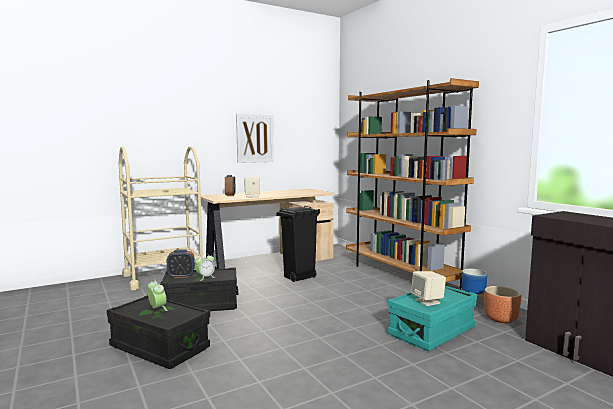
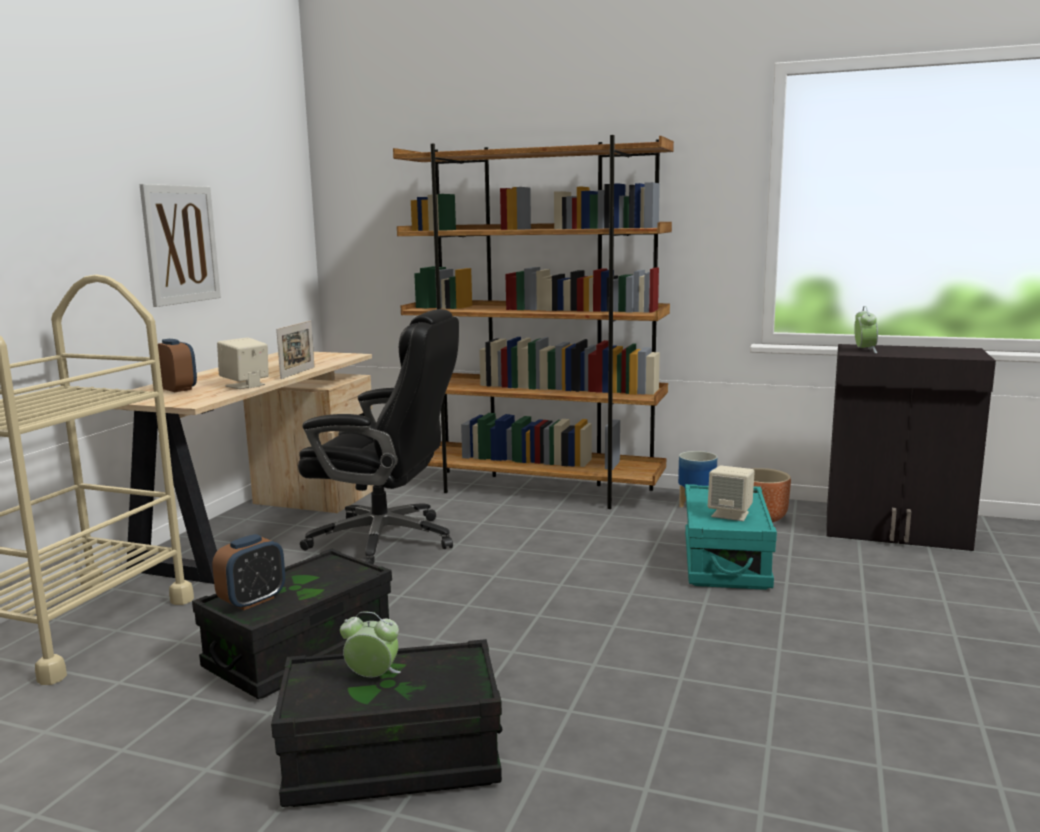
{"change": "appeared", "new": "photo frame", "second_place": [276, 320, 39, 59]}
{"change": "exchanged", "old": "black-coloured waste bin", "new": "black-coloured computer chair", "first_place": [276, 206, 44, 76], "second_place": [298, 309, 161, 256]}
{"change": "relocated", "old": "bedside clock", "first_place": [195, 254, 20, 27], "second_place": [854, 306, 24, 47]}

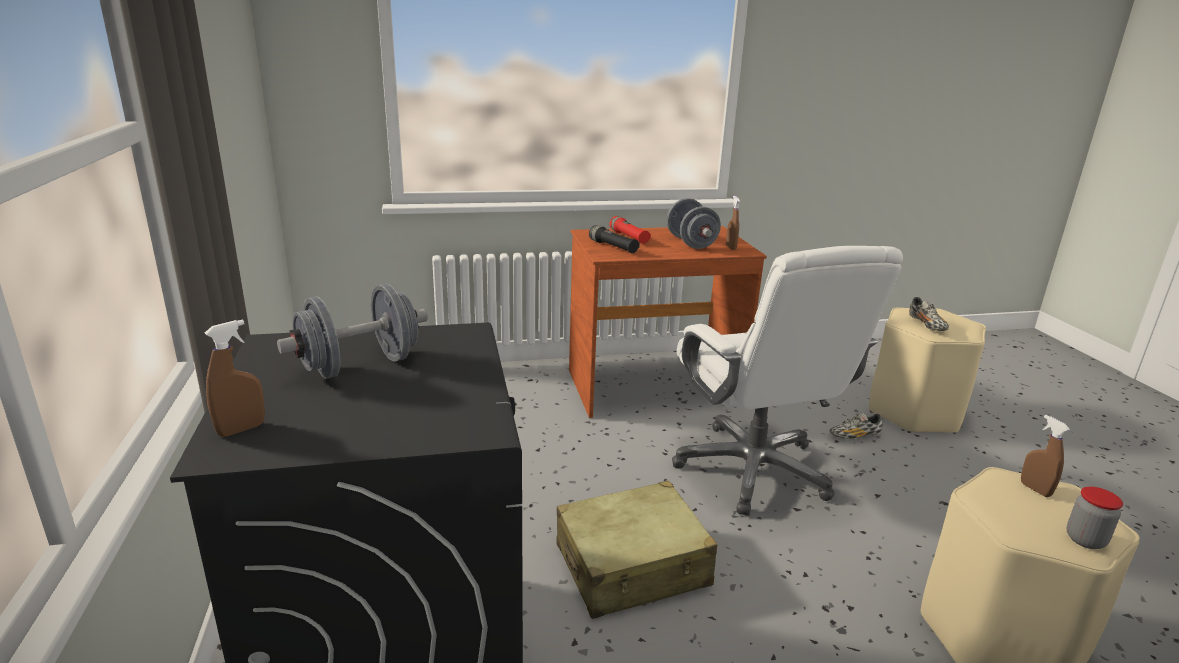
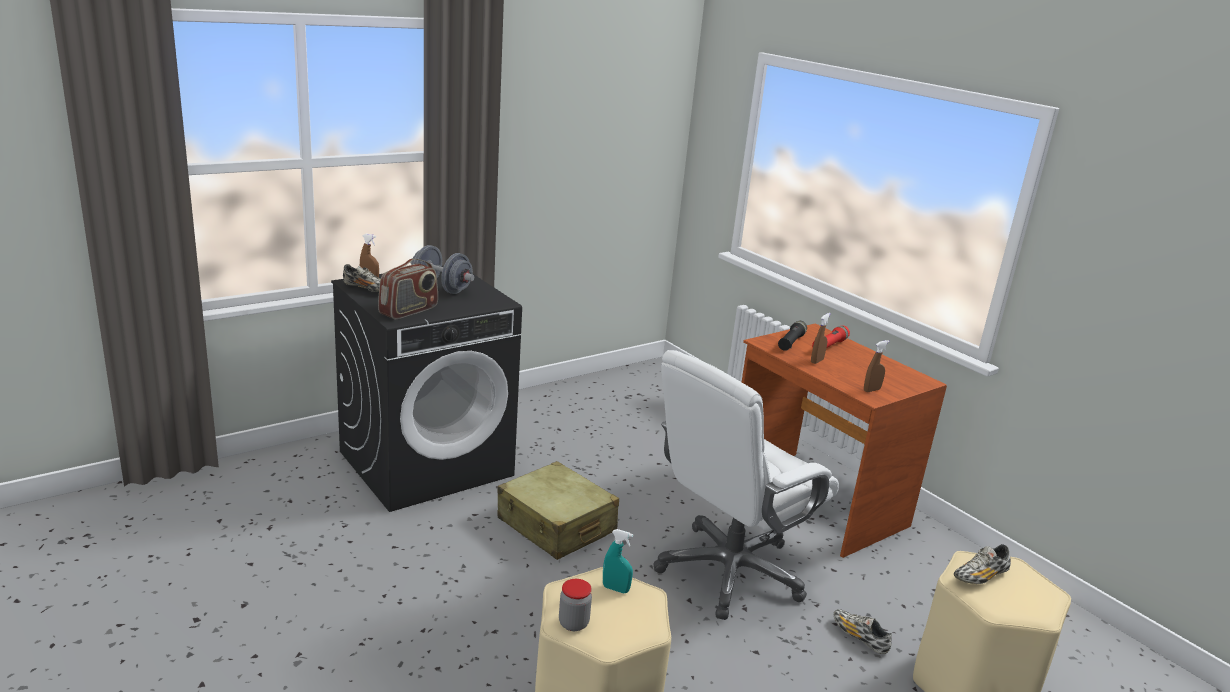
{"change": "appeared", "new": "low shoe", "second_place": [343, 264, 37, 28]}
{"change": "appeared", "new": "radio set", "second_place": [378, 259, 60, 60]}
{"change": "appeared", "new": "blue-green hand sprayer", "second_place": [603, 529, 30, 64]}
{"change": "relocated", "old": "brown-coloured hand sprayer", "first_place": [1021, 415, 49, 82], "second_place": [811, 313, 20, 51]}
{"change": "missing", "old": "grey hand weight", "first_place": [666, 198, 55, 51]}

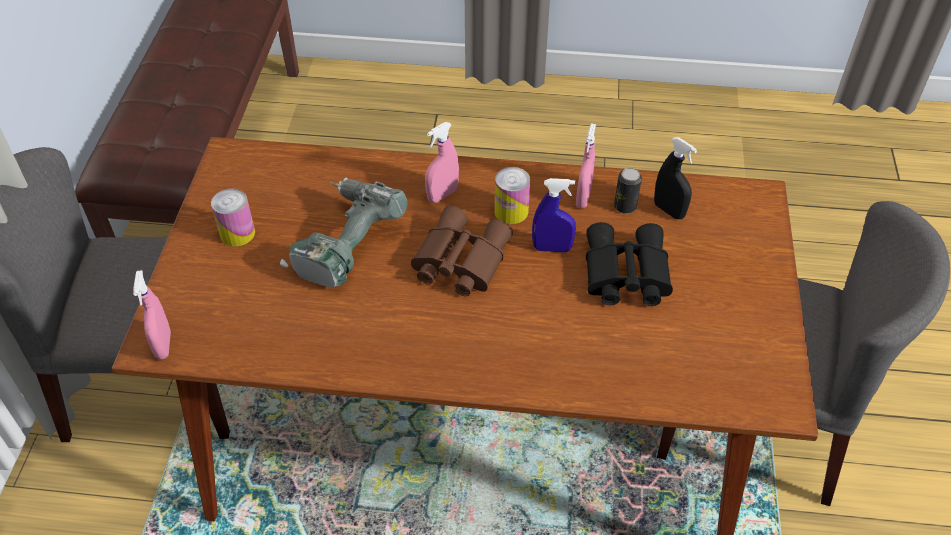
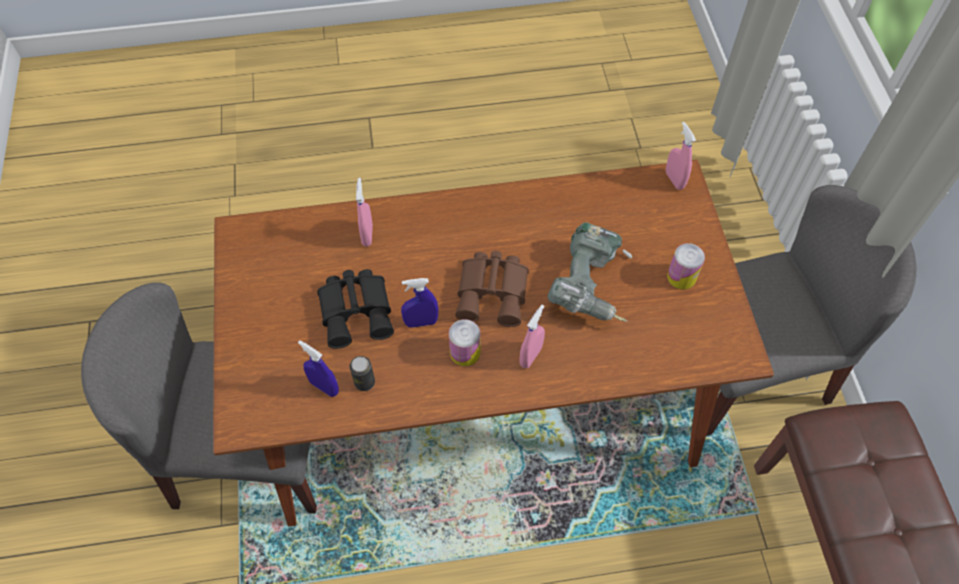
{"change": "colour", "old": "black-coloured hand sprayer", "new": "blue-coloured hand sprayer", "first_place": [654, 137, 43, 82], "second_place": [298, 340, 41, 57]}
{"change": "relocated", "old": "pinkish hand sprayer", "first_place": [576, 123, 20, 85], "second_place": [356, 178, 17, 69]}

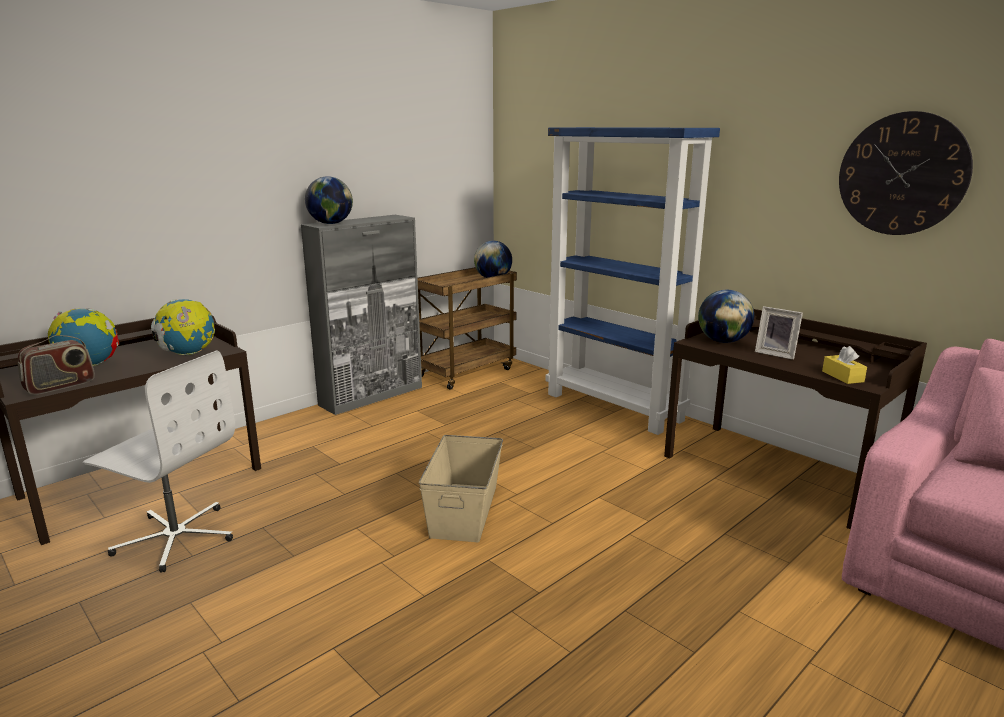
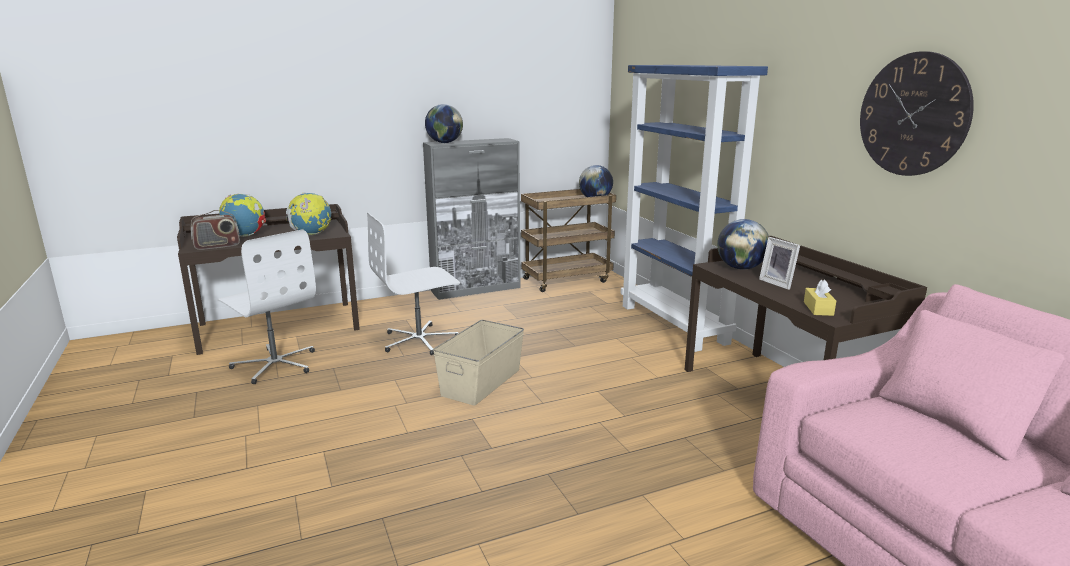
{"change": "appeared", "new": "white computer chair", "second_place": [367, 212, 93, 143]}

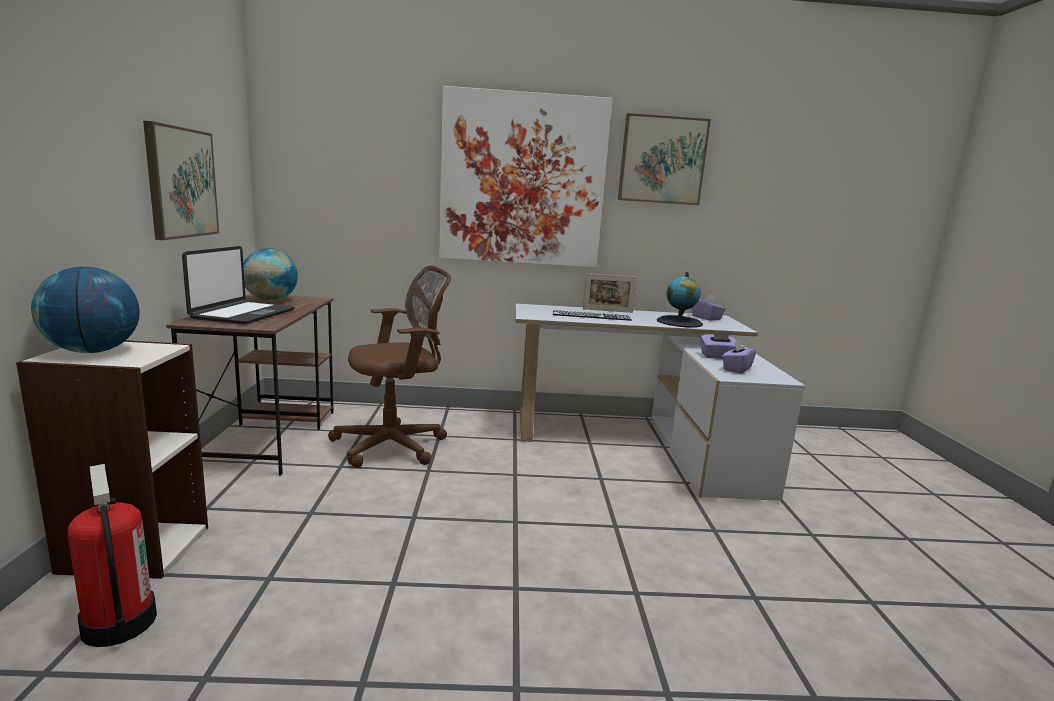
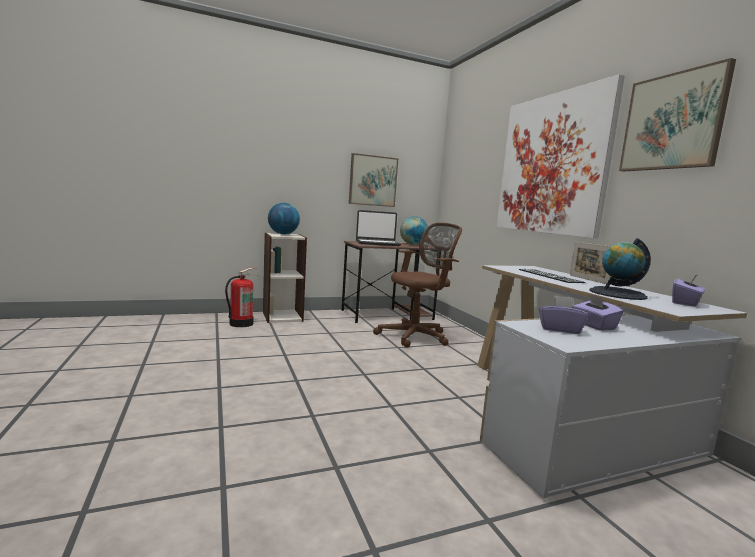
{"change": "spun", "old": "brown-coloured computer chair", "first_place": [328, 266, 123, 202], "second_place": [373, 223, 89, 125], "degrees": -75}

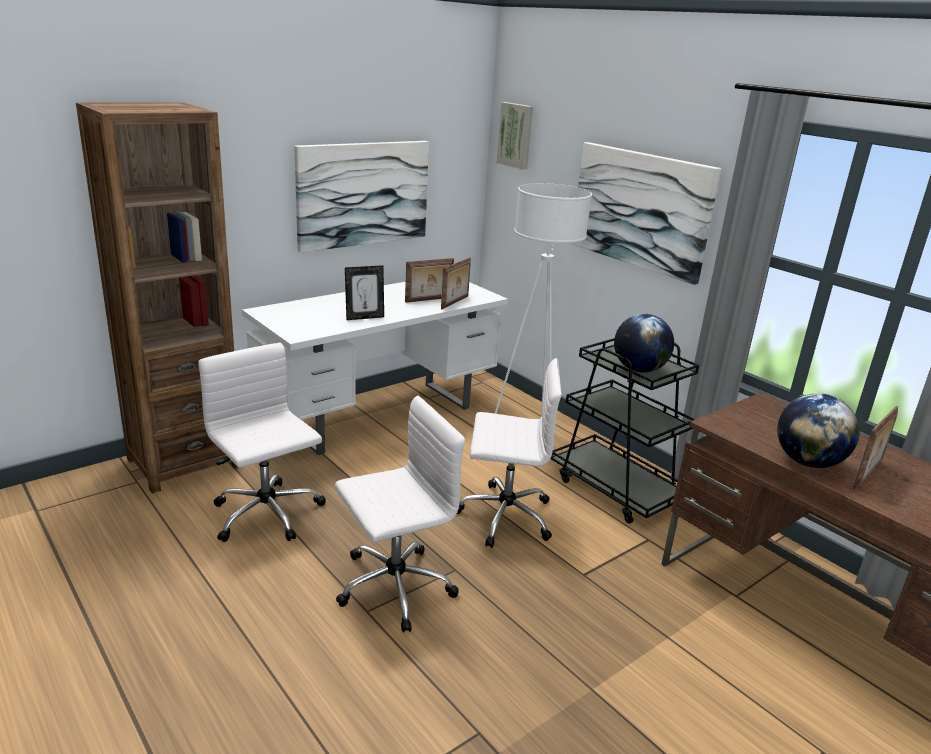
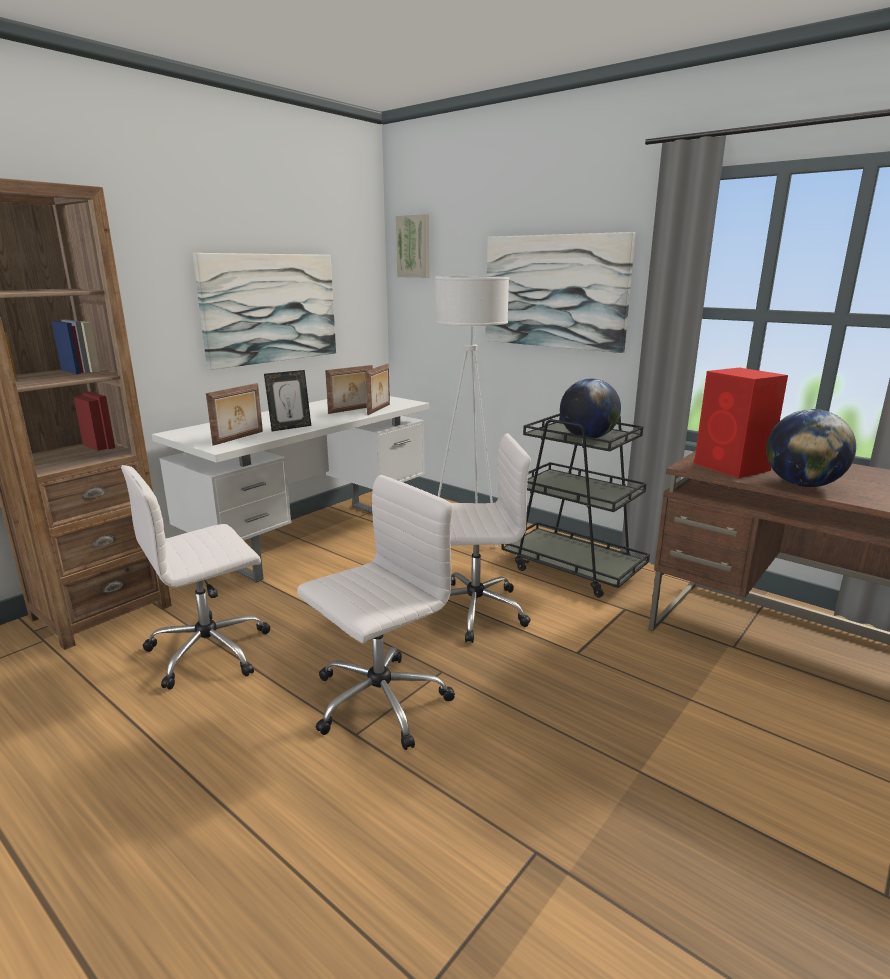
{"change": "spun", "old": "white computer chair", "first_place": [198, 343, 128, 199], "second_place": [121, 465, 149, 225], "degrees": -75}
{"change": "relocated", "old": "photo frame", "first_place": [852, 406, 46, 83], "second_place": [206, 383, 57, 63]}
{"change": "appeared", "new": "reddish speaker", "second_place": [694, 368, 94, 110]}

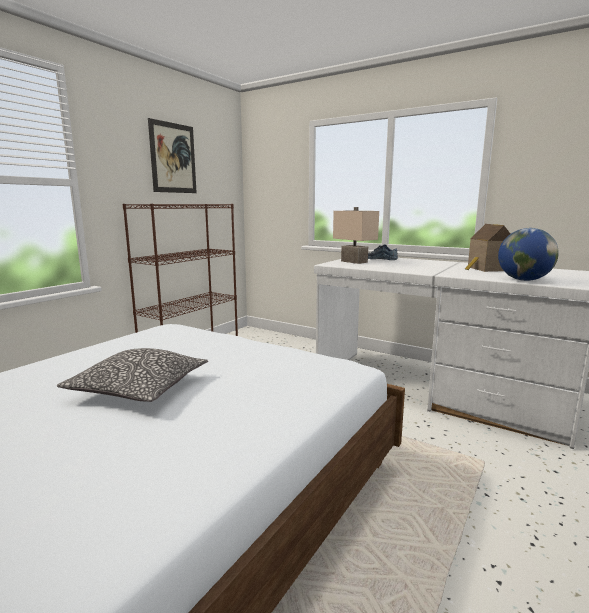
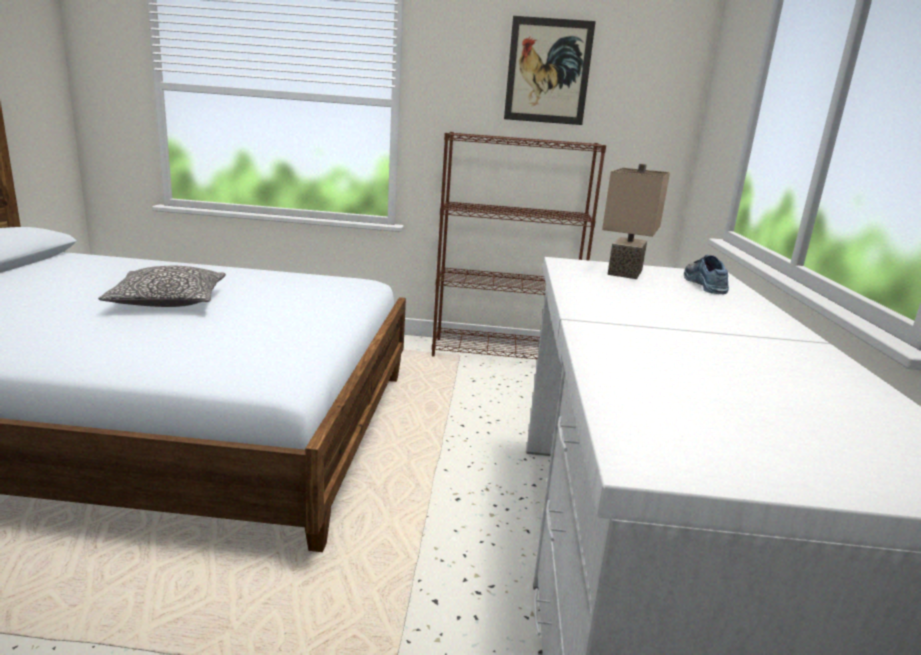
{"change": "missing", "old": "model house", "first_place": [465, 224, 45, 48]}
{"change": "missing", "old": "globe", "first_place": [498, 228, 61, 53]}

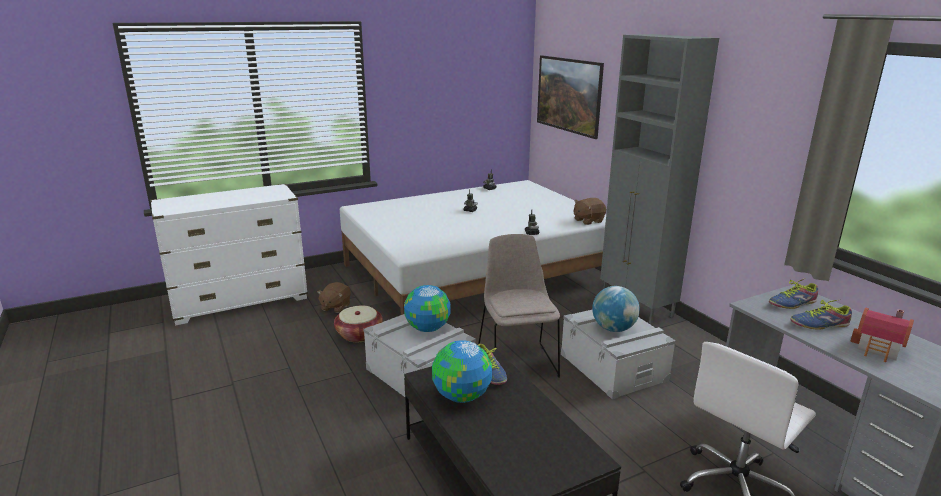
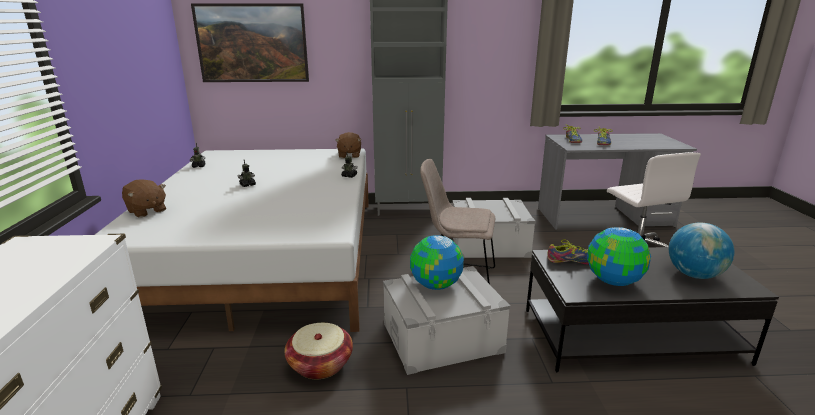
{"change": "relocated", "old": "brown-coloured plush toy", "first_place": [317, 282, 34, 31], "second_place": [122, 179, 44, 38]}
{"change": "relocated", "old": "globe", "first_place": [592, 286, 48, 46], "second_place": [669, 223, 65, 56]}
{"change": "missing", "old": "model house", "first_place": [850, 308, 64, 54]}

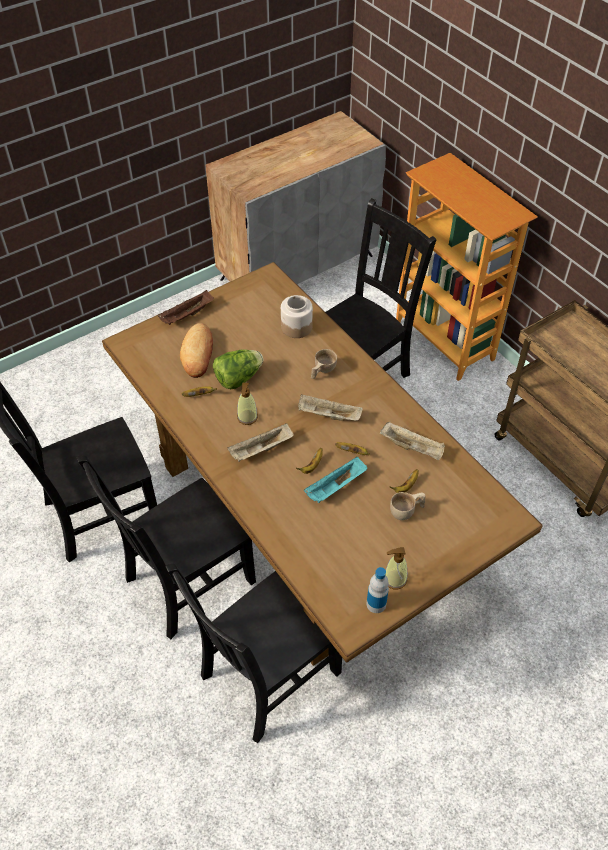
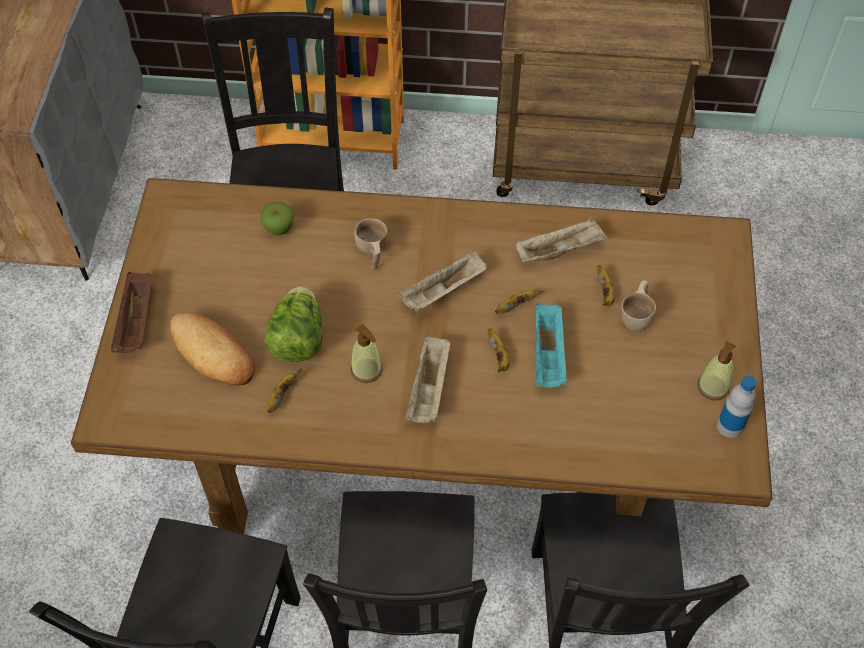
{"change": "exchanged", "old": "storage jar", "new": "apple fruit", "first_place": [281, 295, 32, 43], "second_place": [261, 202, 33, 33]}

